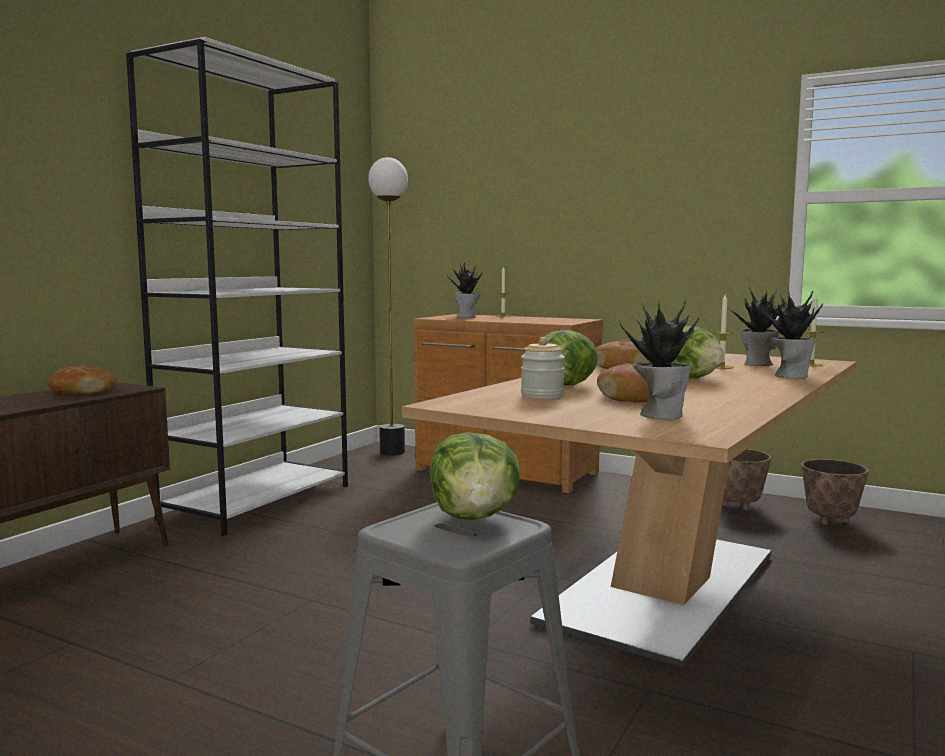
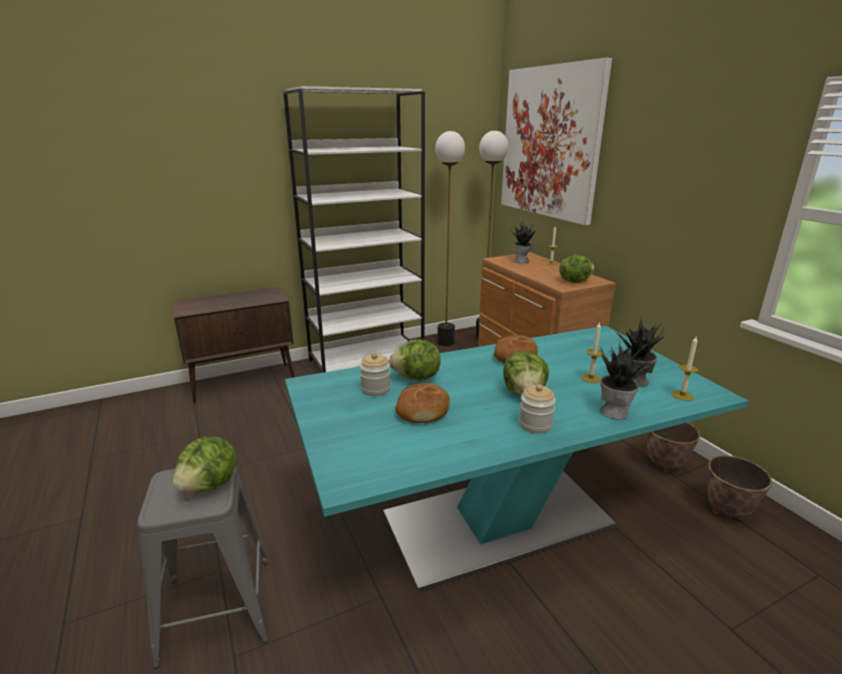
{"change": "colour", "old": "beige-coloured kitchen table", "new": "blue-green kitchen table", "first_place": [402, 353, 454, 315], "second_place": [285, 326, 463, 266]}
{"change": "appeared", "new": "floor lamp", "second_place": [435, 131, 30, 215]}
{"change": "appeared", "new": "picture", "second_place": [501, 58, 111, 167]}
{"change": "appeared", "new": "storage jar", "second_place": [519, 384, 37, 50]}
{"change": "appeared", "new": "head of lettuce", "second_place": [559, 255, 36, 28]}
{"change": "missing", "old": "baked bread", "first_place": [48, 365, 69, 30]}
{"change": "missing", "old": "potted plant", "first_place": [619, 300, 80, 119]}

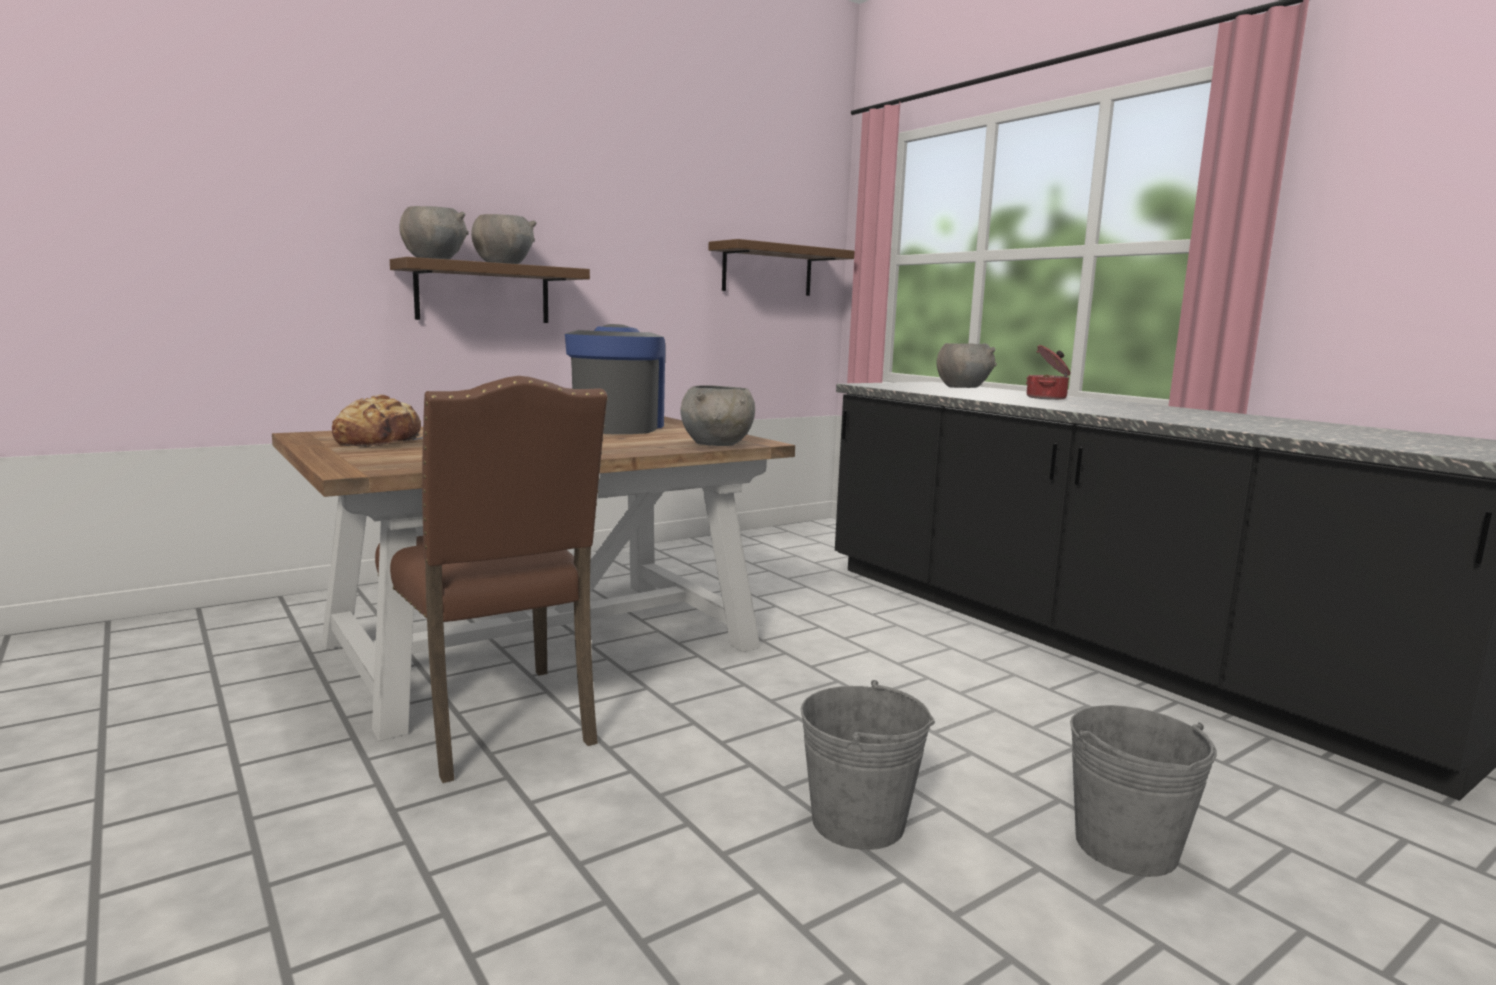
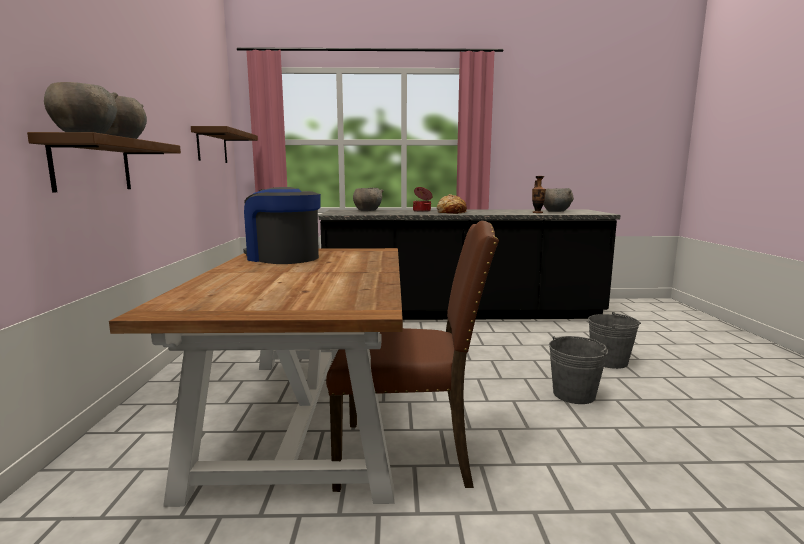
{"change": "relocated", "old": "baked bread", "first_place": [332, 394, 91, 54], "second_place": [437, 194, 30, 20]}
{"change": "appeared", "new": "decorative vase", "second_place": [532, 176, 14, 37]}
{"change": "relocated", "old": "grey bowl", "first_place": [680, 385, 75, 61], "second_place": [543, 188, 31, 24]}

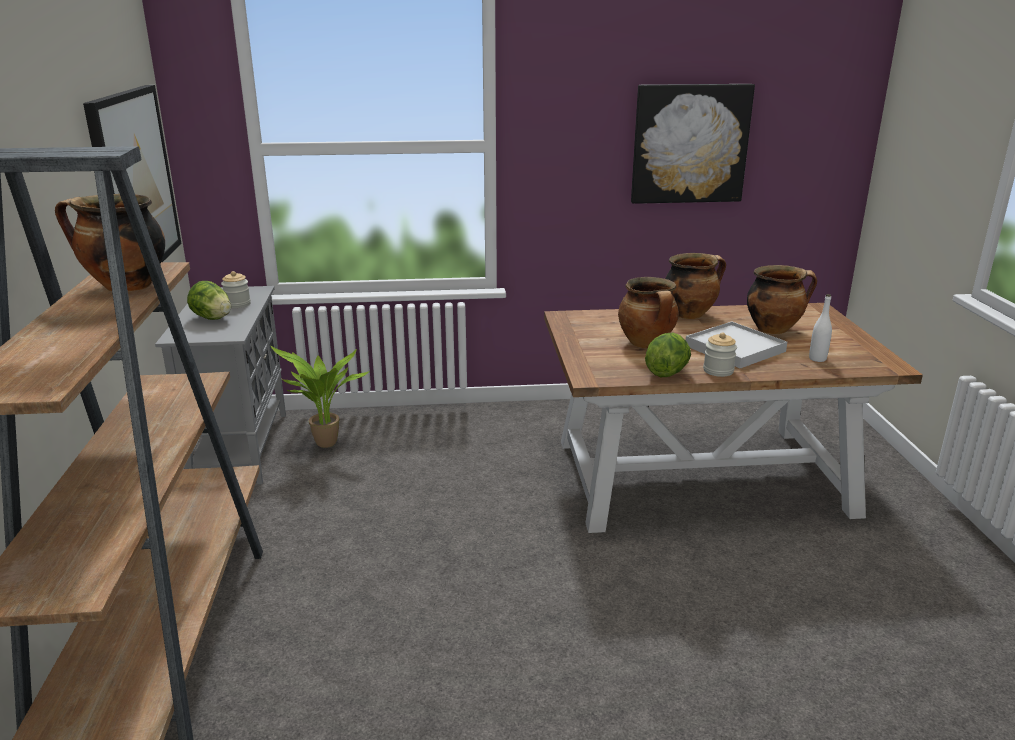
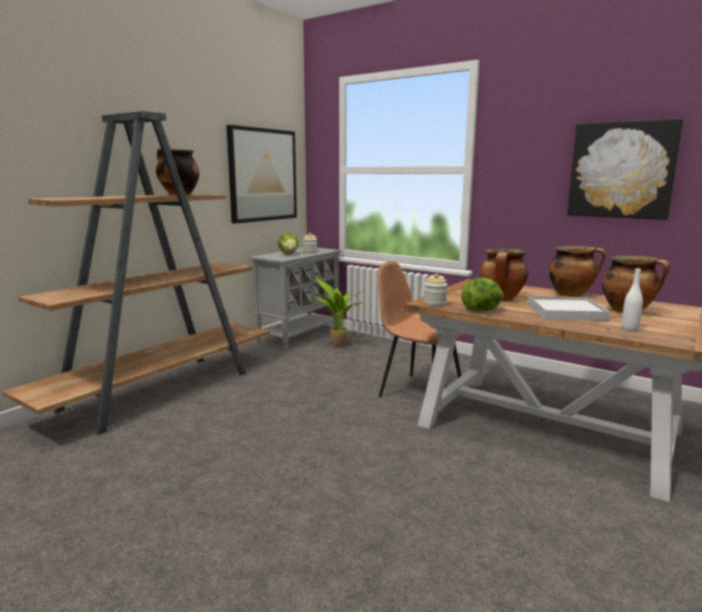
{"change": "appeared", "new": "brown-coloured chair", "second_place": [378, 261, 87, 137]}
{"change": "relocated", "old": "storage jar", "first_place": [703, 333, 34, 44], "second_place": [424, 274, 24, 33]}

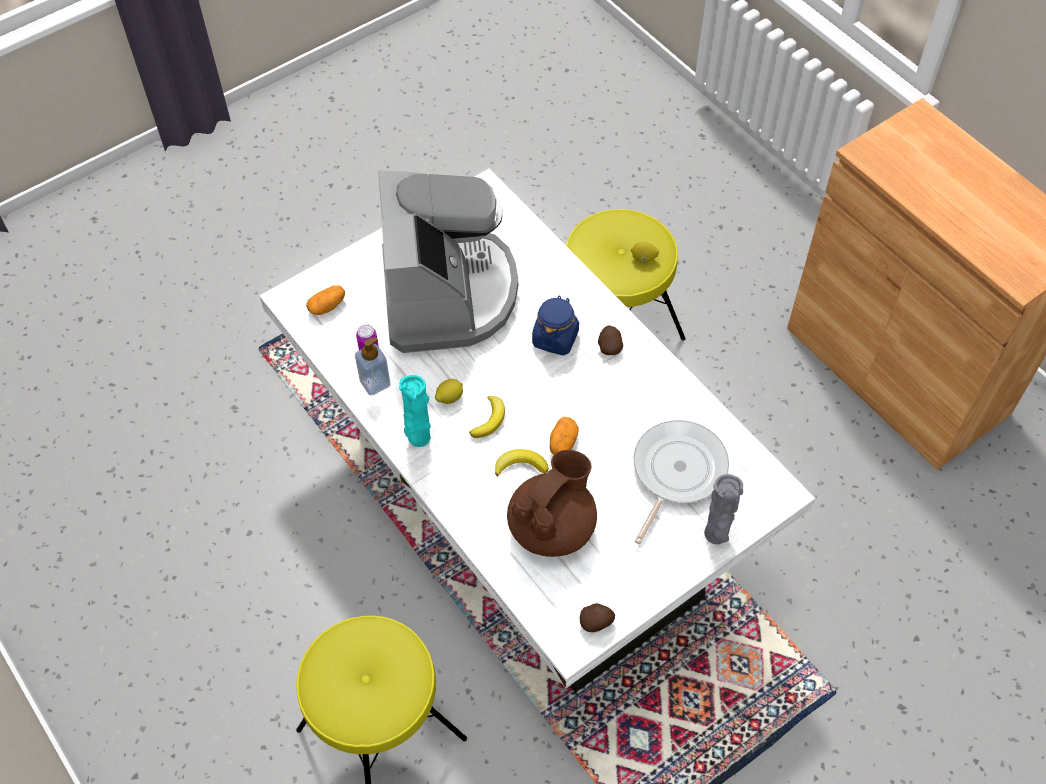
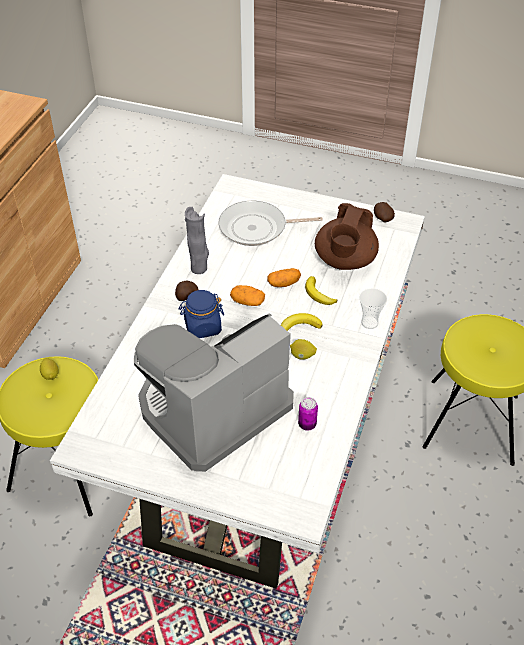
{"change": "relocated", "old": "grey decorative vase", "first_place": [704, 474, 39, 70], "second_place": [185, 207, 24, 67]}
{"change": "relocated", "old": "potato", "first_place": [306, 285, 39, 30], "second_place": [230, 285, 35, 21]}
{"change": "spun", "old": "brown-coloured tea pot", "first_place": [507, 450, 90, 107], "second_place": [315, 203, 64, 67], "degrees": -75}
{"change": "appeared", "new": "small cup", "second_place": [359, 288, 28, 41]}
{"change": "missing", "old": "liquid soap bottle", "first_place": [355, 337, 36, 59]}
{"change": "missing", "old": "blue-green decorative vase", "first_place": [399, 375, 32, 72]}

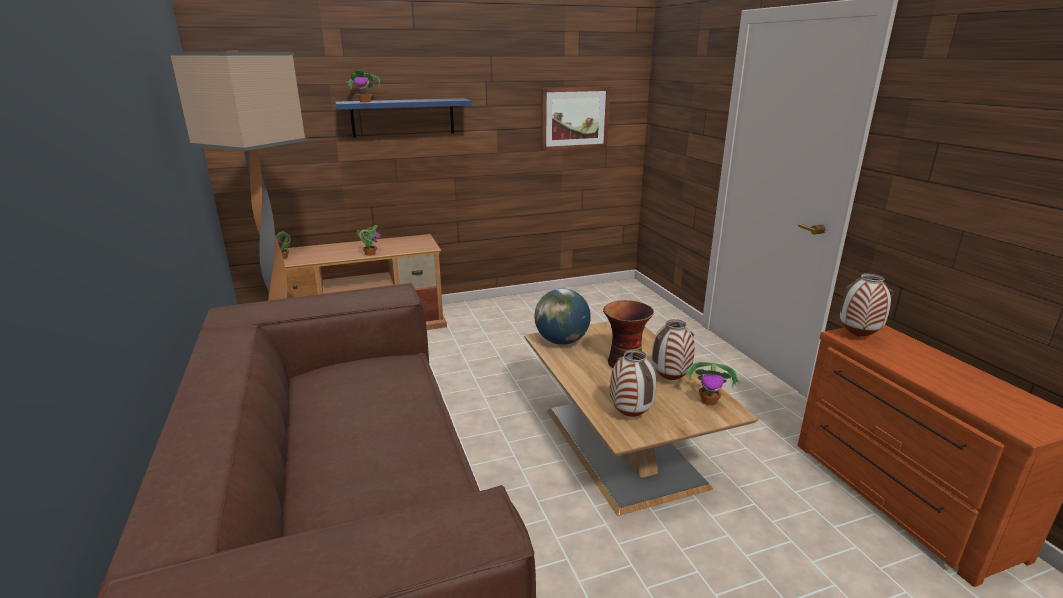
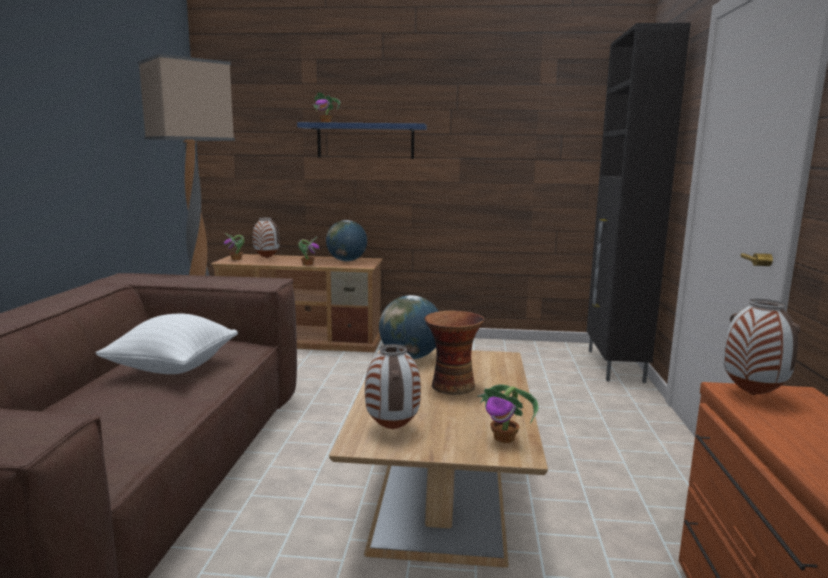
{"change": "appeared", "new": "white pillow", "second_place": [96, 313, 142, 61]}
{"change": "relocated", "old": "decorative vase", "first_place": [652, 319, 43, 61], "second_place": [253, 218, 27, 40]}
{"change": "appeared", "new": "globe", "second_place": [326, 220, 41, 41]}
{"change": "appeared", "new": "black-coloured cupboard", "second_place": [587, 23, 104, 360]}
{"change": "missing", "old": "picture", "first_place": [541, 87, 69, 64]}

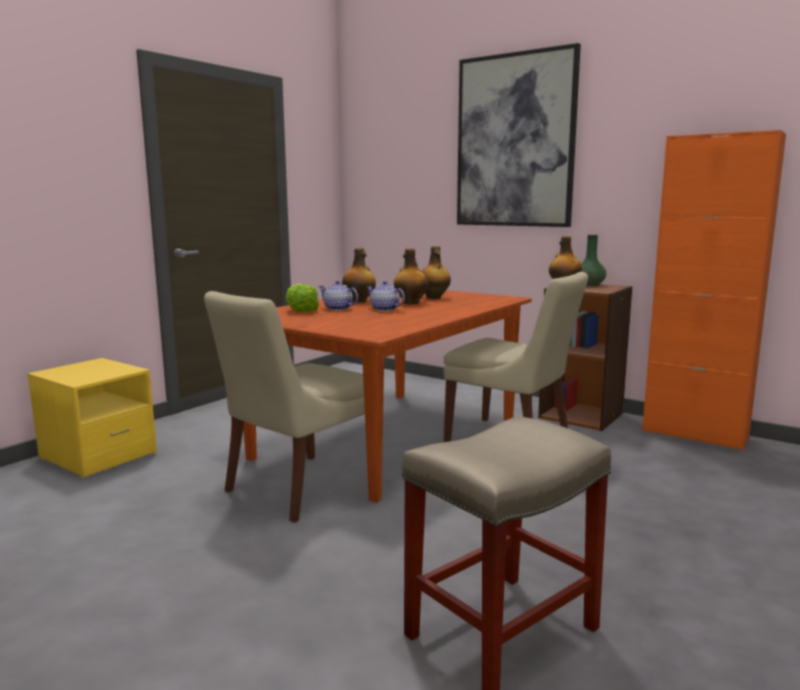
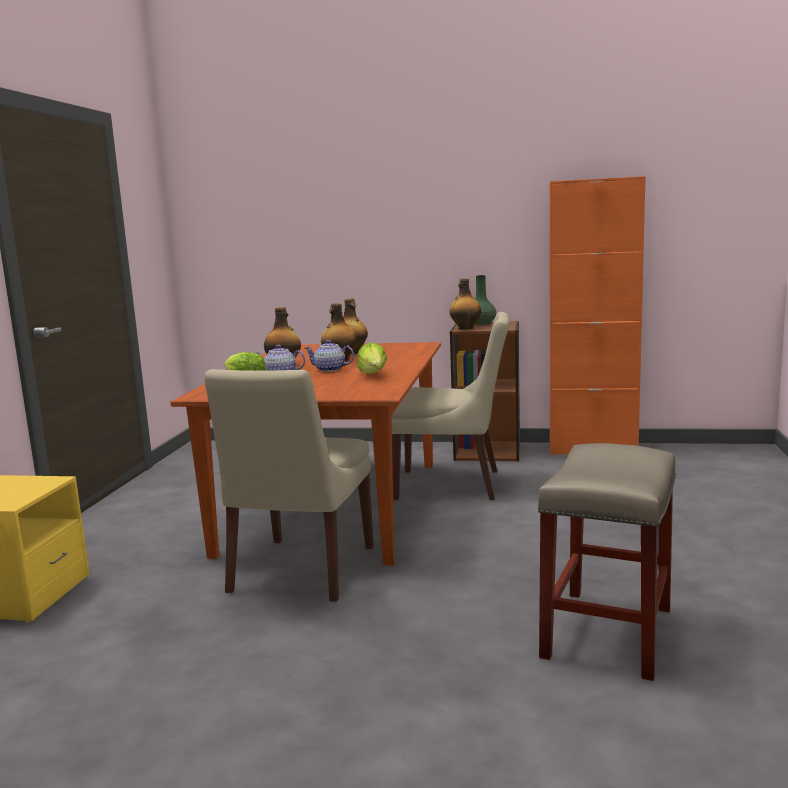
{"change": "appeared", "new": "head of lettuce", "second_place": [357, 343, 30, 31]}
{"change": "missing", "old": "picture", "first_place": [457, 43, 124, 184]}

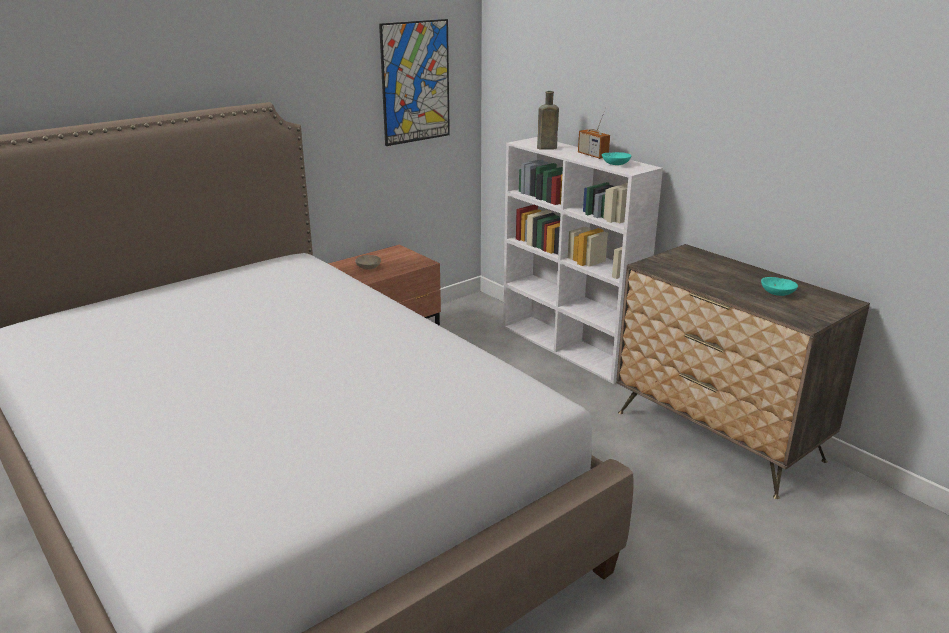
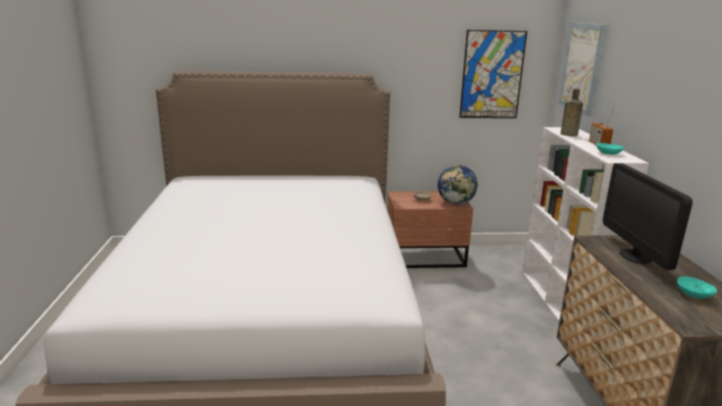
{"change": "appeared", "new": "globe", "second_place": [438, 165, 40, 40]}
{"change": "appeared", "new": "picture", "second_place": [558, 22, 49, 95]}
{"change": "appeared", "new": "monitor", "second_place": [603, 163, 89, 107]}

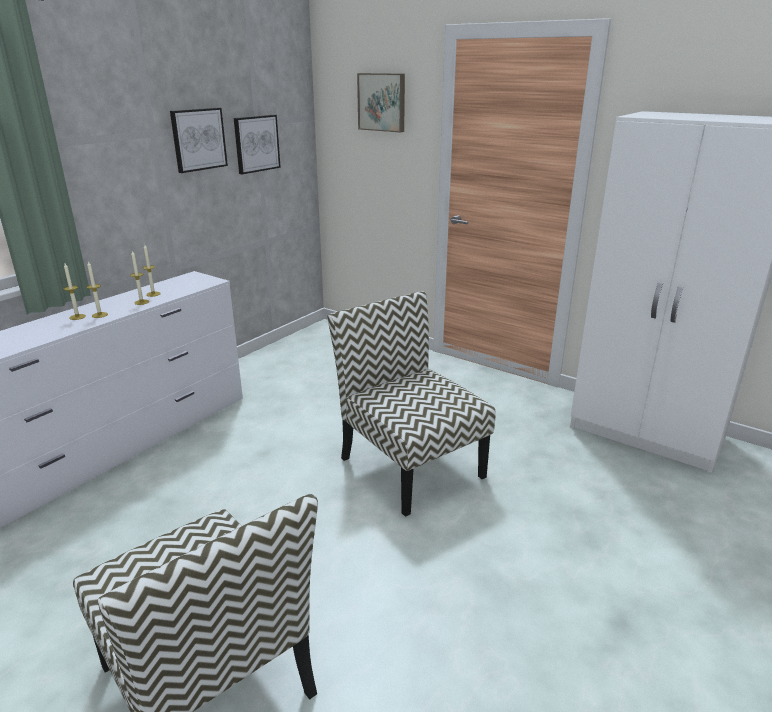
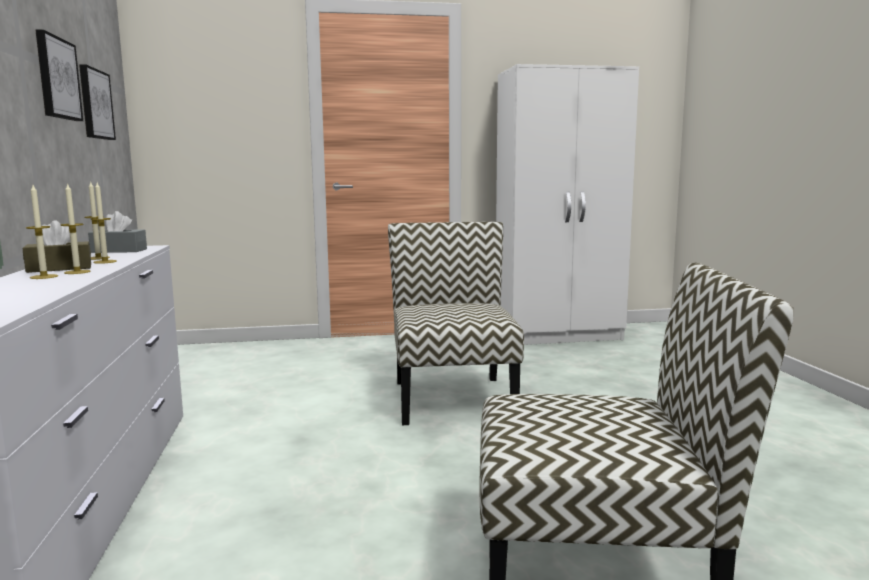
{"change": "appeared", "new": "brown-coloured tissue holder", "second_place": [23, 220, 68, 53]}
{"change": "appeared", "new": "grey tissue holder", "second_place": [88, 211, 59, 42]}
{"change": "spun", "old": "chair", "first_place": [327, 291, 169, 226], "second_place": [388, 222, 136, 203], "degrees": 75}
{"change": "missing", "old": "picture", "first_place": [357, 73, 48, 60]}

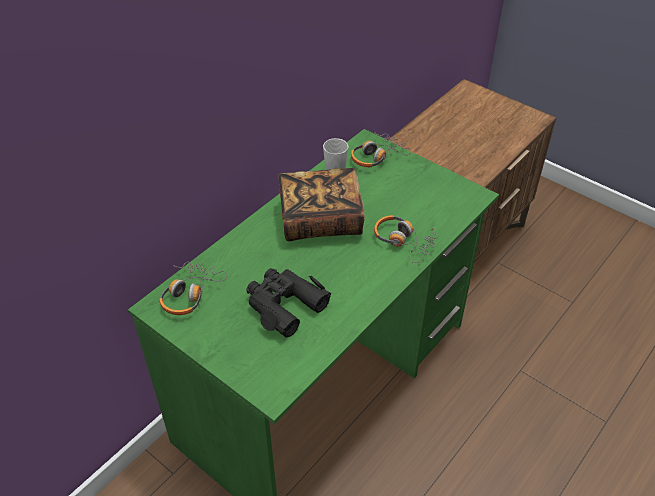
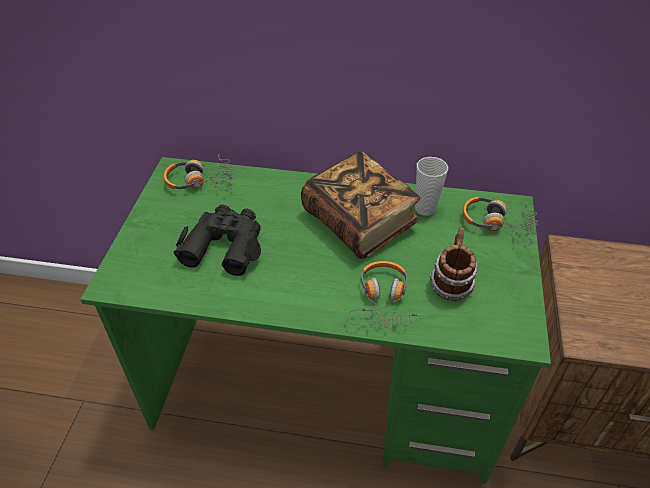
{"change": "appeared", "new": "mug", "second_place": [429, 227, 49, 74]}

